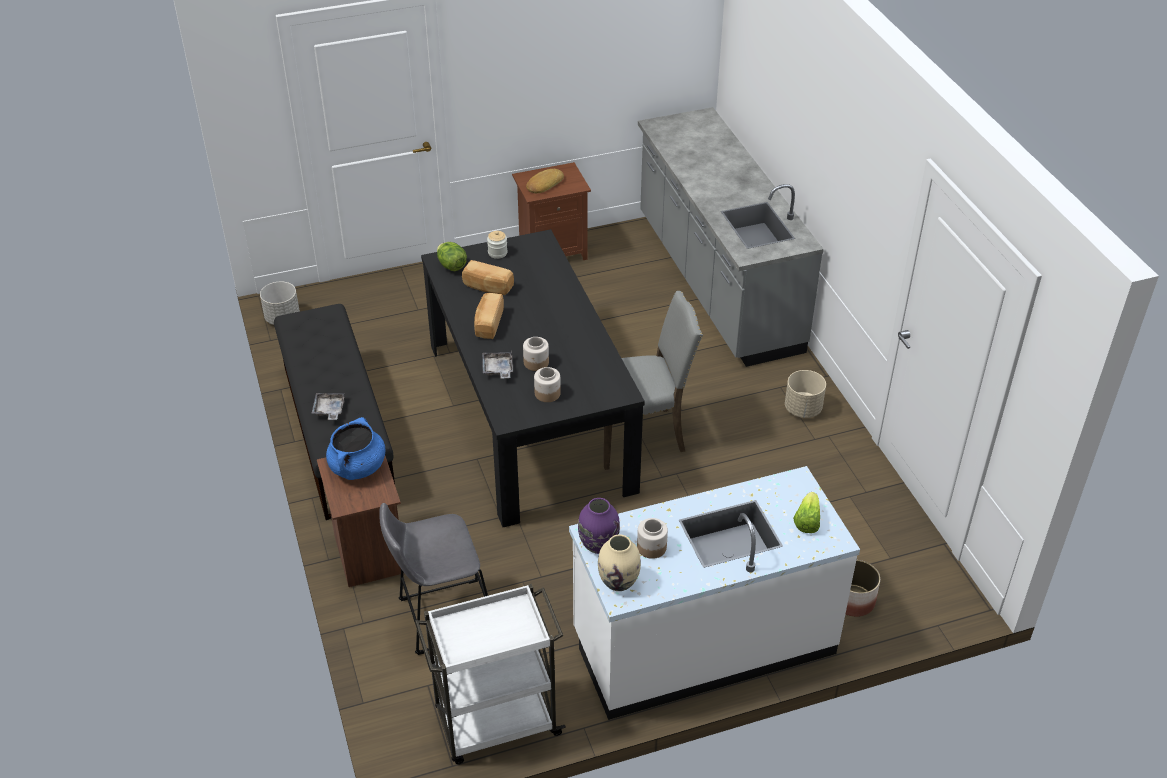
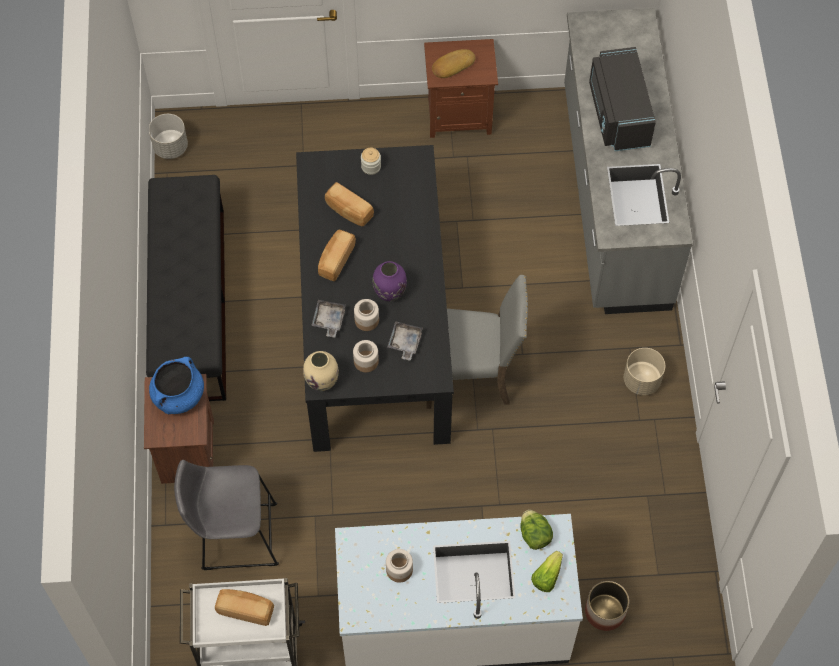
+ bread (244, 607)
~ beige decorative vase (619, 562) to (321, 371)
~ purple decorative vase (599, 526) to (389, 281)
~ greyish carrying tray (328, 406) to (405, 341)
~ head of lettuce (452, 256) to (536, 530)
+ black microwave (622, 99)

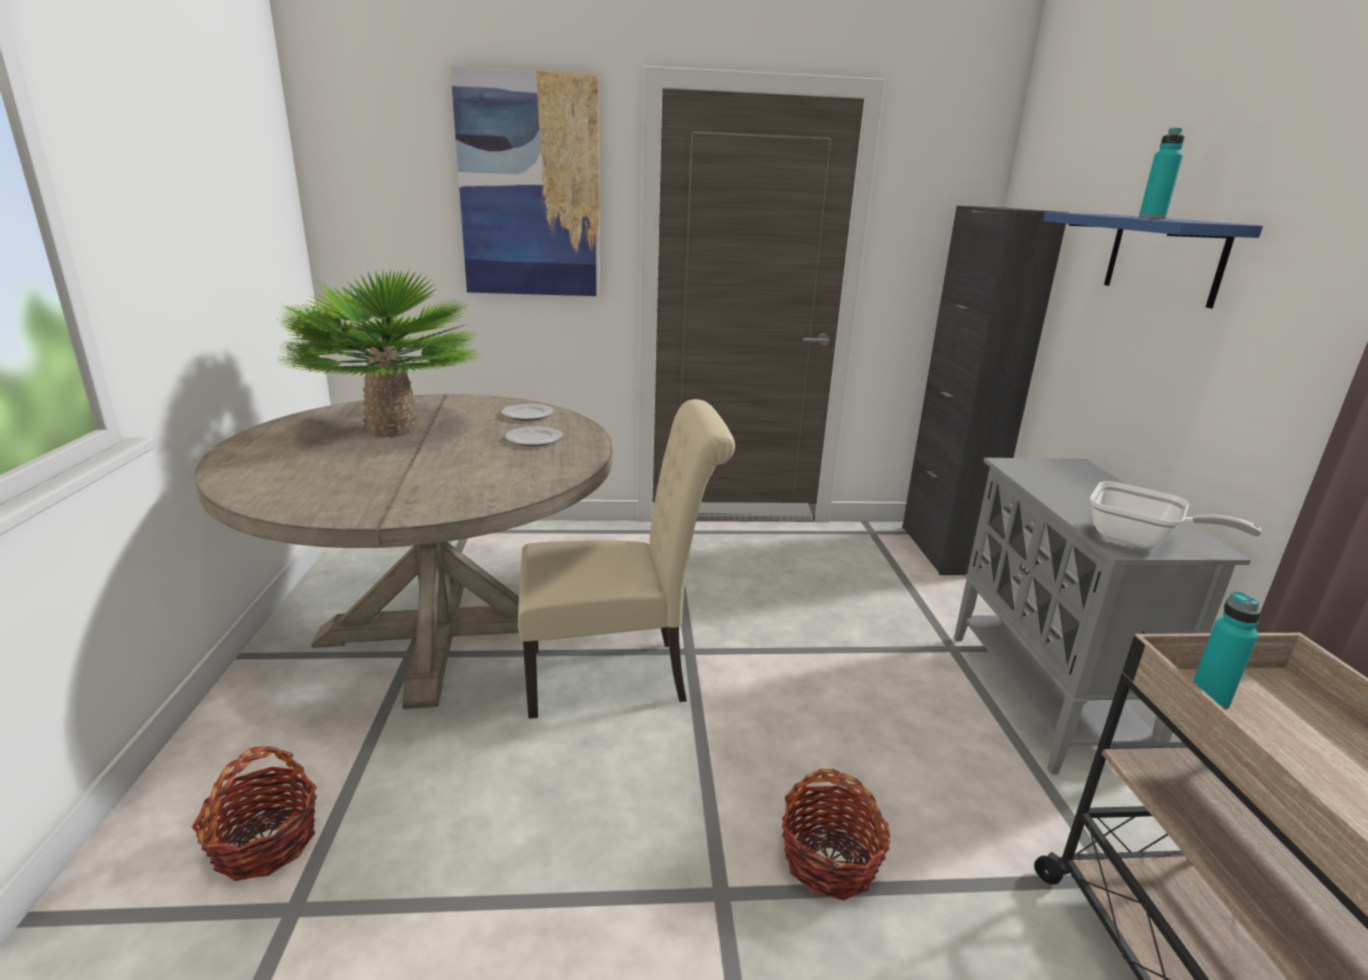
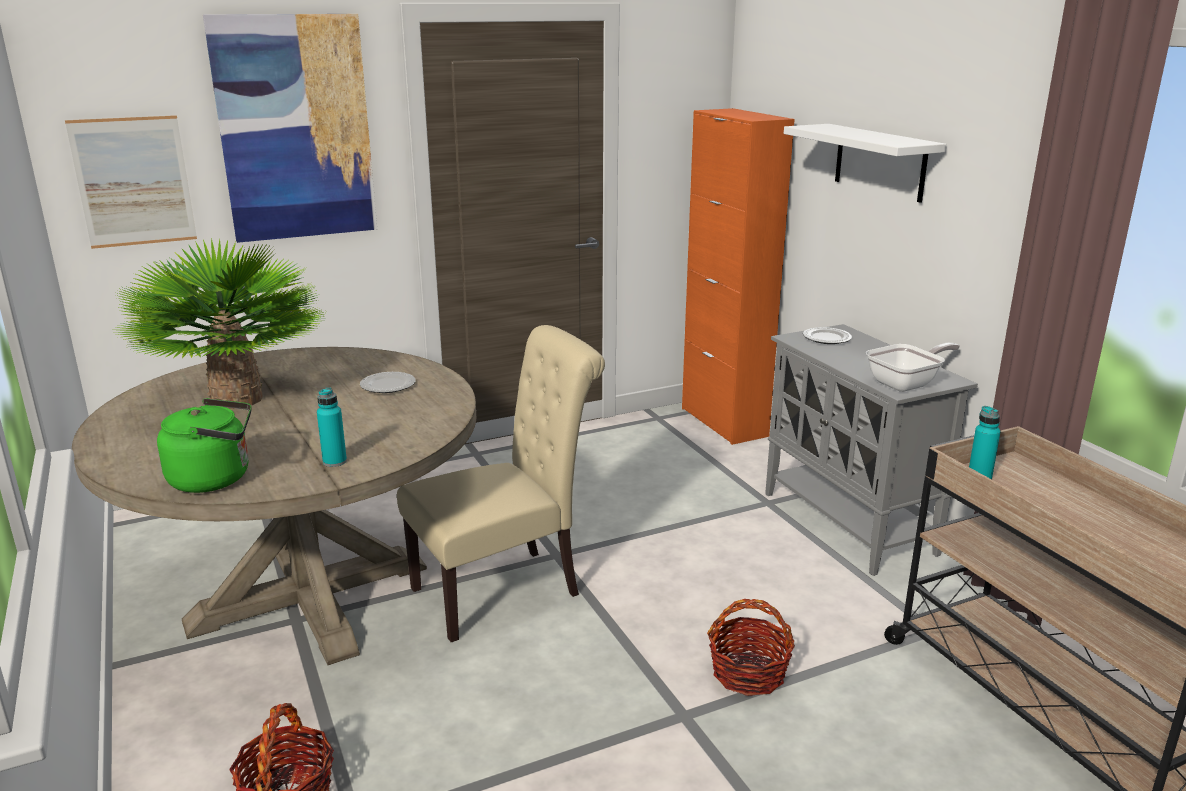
+ wall art (131, 182)
+ green water kettle (204, 445)
~ turquoise-coloured drink bottle (1162, 173) to (332, 427)
~ black cupboard (985, 390) to orange cupboard (738, 276)
~ bluish shelf (1153, 260) to whitish shelf (865, 163)
~ dinner plate (527, 412) to (827, 335)
~ skillet (1176, 515) = (913, 367) 45 degrees counterclockwise

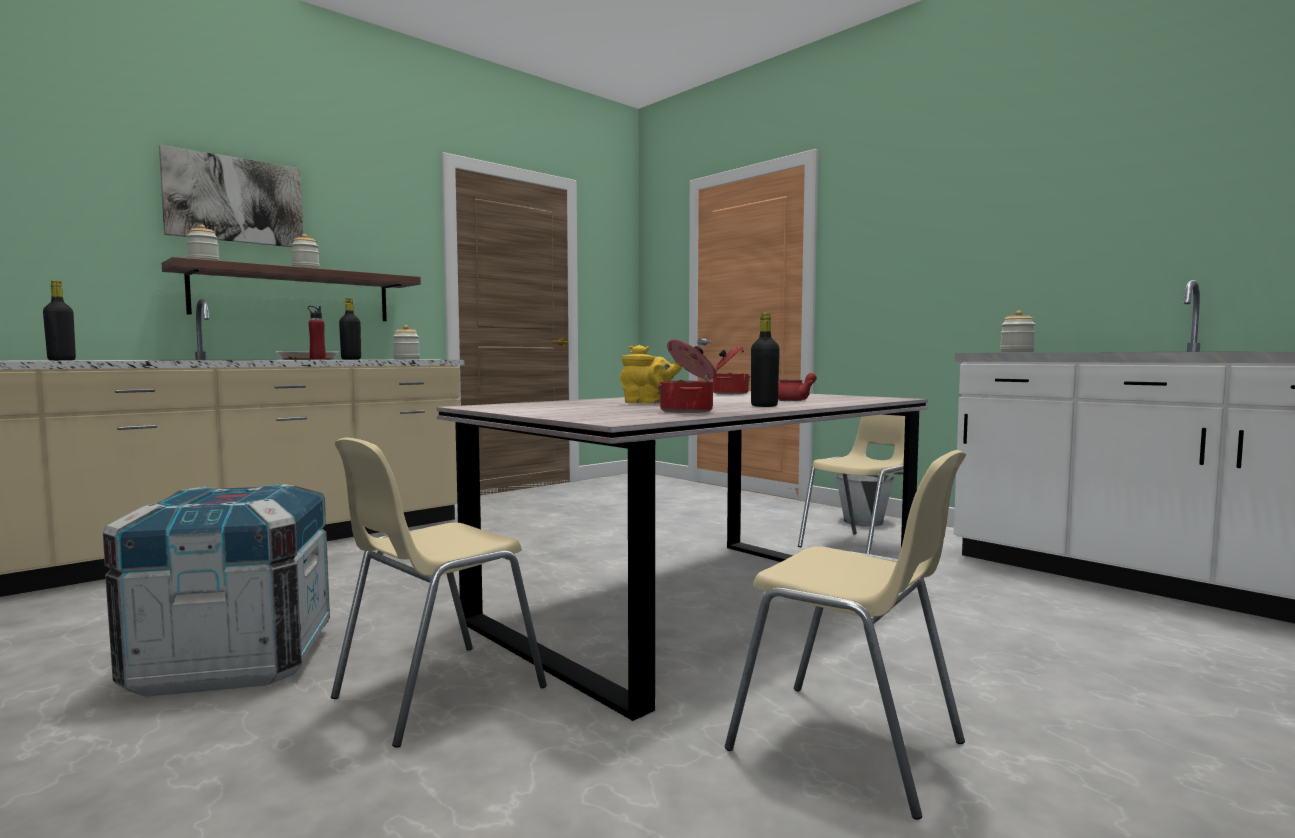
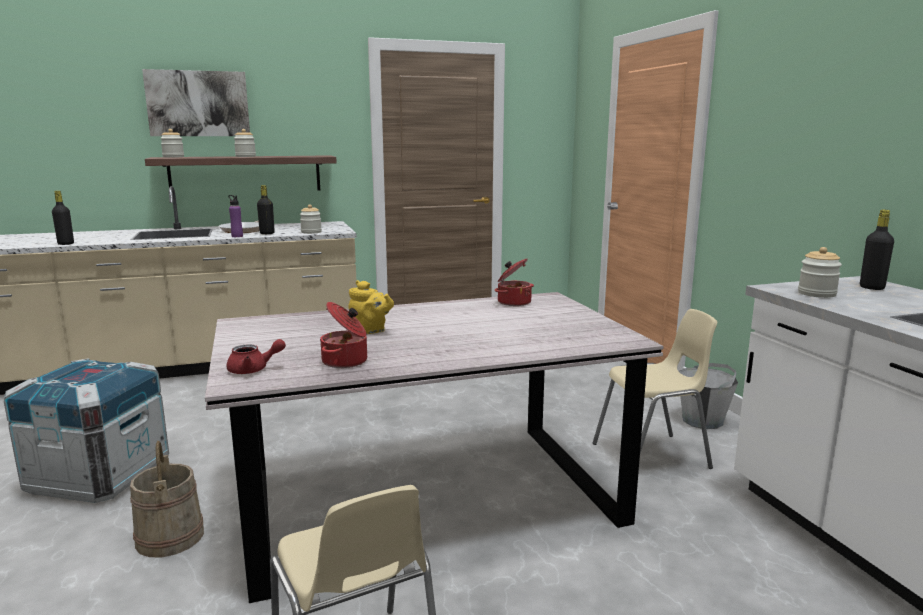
~ beige chair (439, 593) to beige water bucket (167, 499)
~ reddish pot for tea (797, 387) to (256, 356)
~ reddish drink bottle (317, 333) to purple drink bottle (235, 216)
~ black drink bottle (765, 359) to (877, 250)

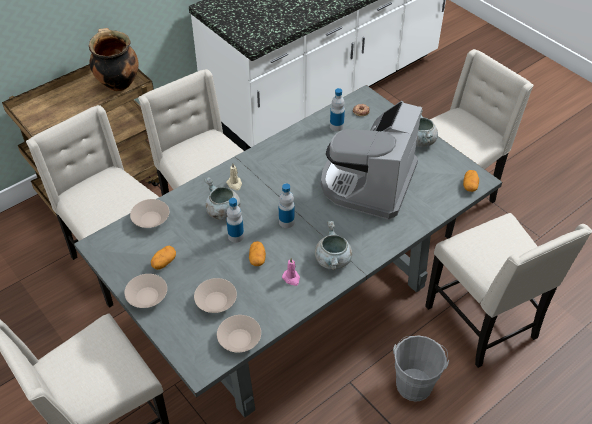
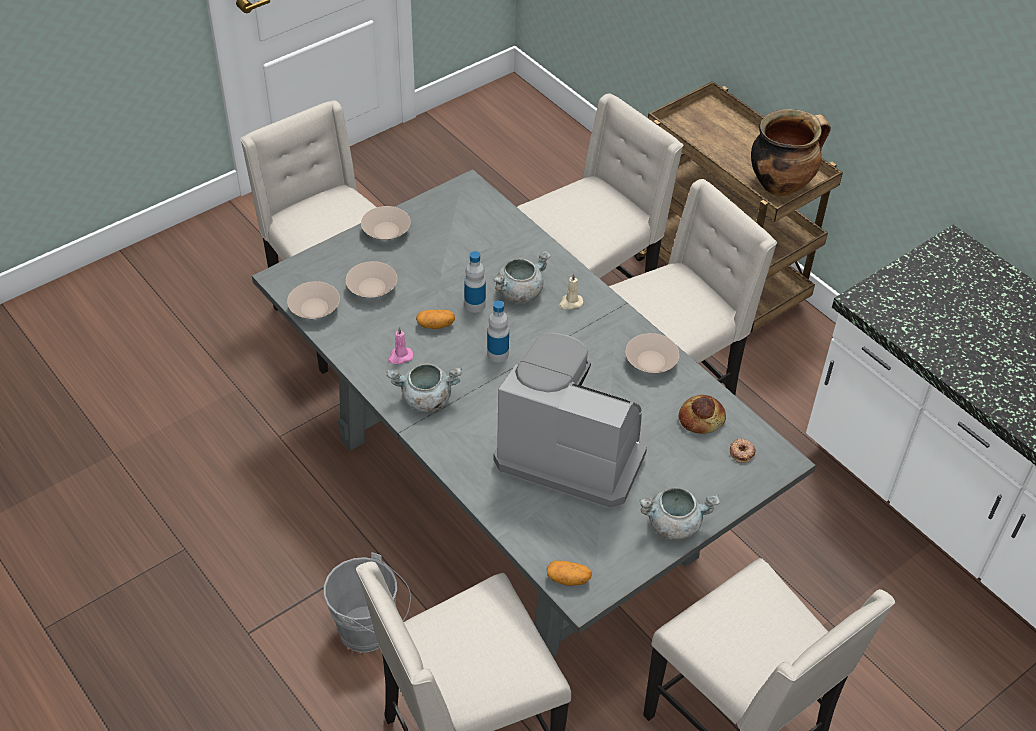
~ beige serving bowl (149, 213) to (652, 353)
~ drink bottle (337, 109) to bread (702, 414)
- whole potato (163, 257)

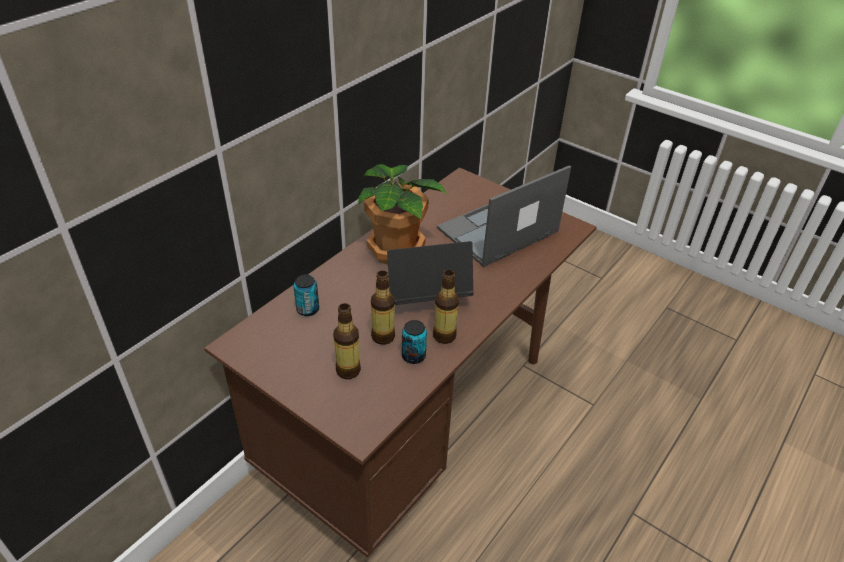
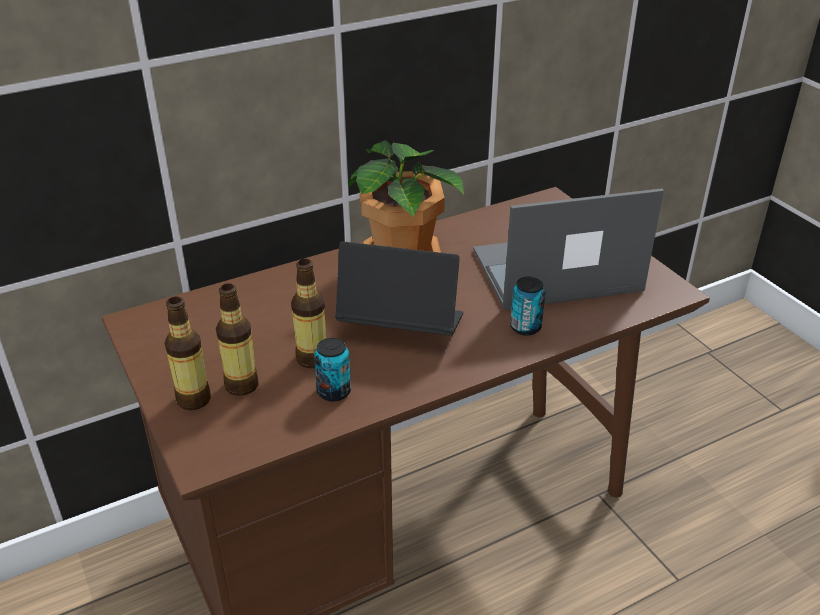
~ drink bottle (446, 307) to (188, 353)
~ sealed can (306, 295) to (527, 306)

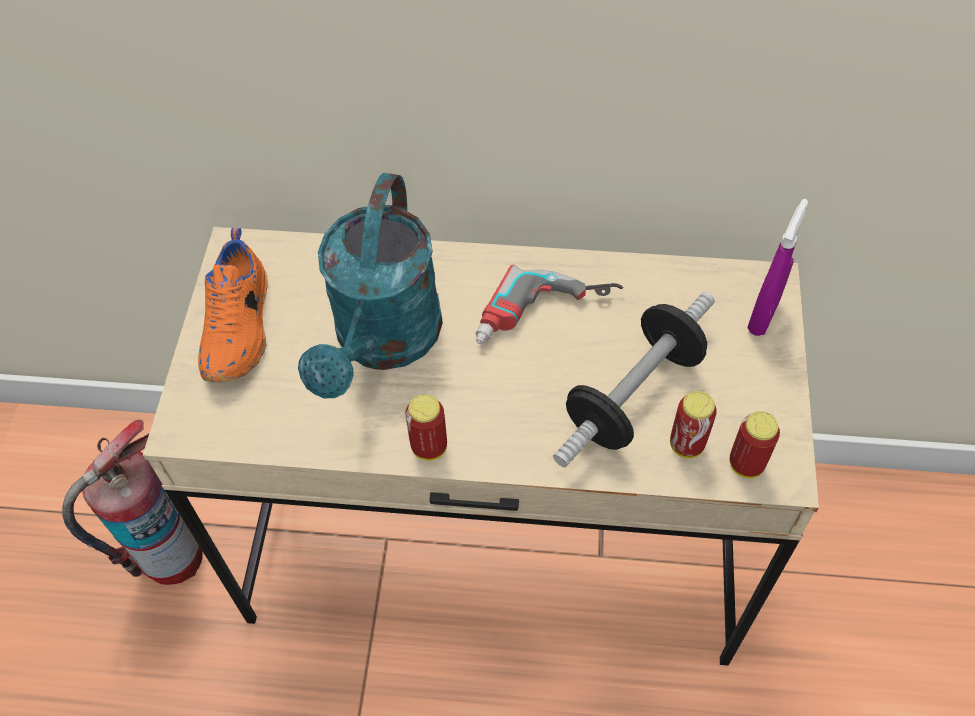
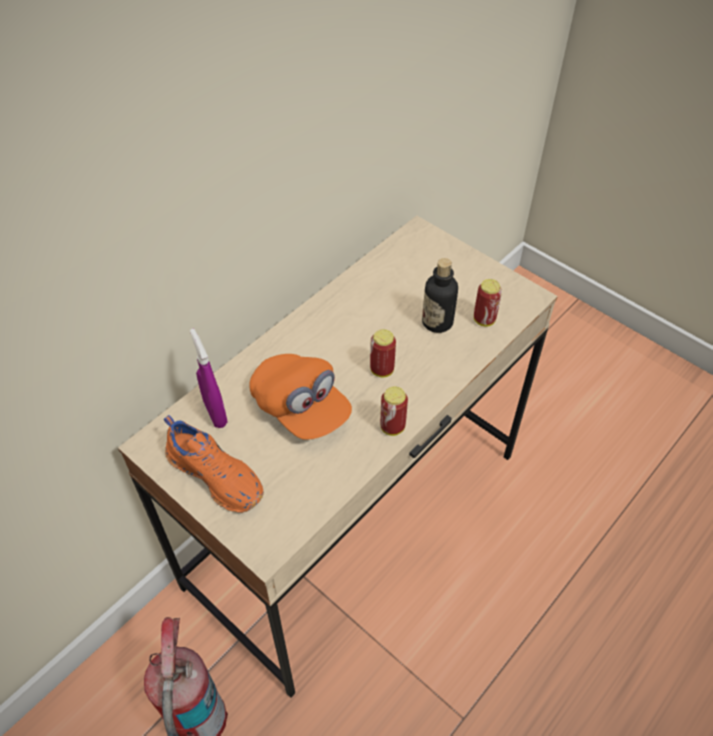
~ purple spray bottle (778, 267) to (209, 378)
~ turquoise-coloured sprinkling can (370, 285) to orange peaked cap (300, 396)
~ sealed can (754, 444) to (383, 353)
~ dumbbell (634, 379) to drink bottle (440, 295)
- electric drill (550, 304)

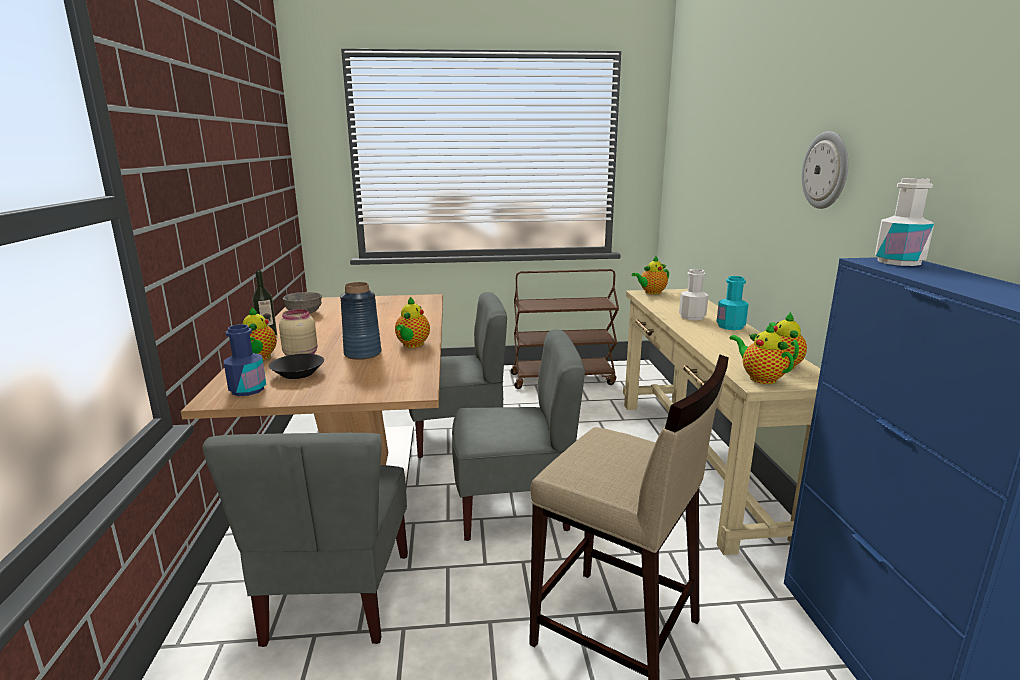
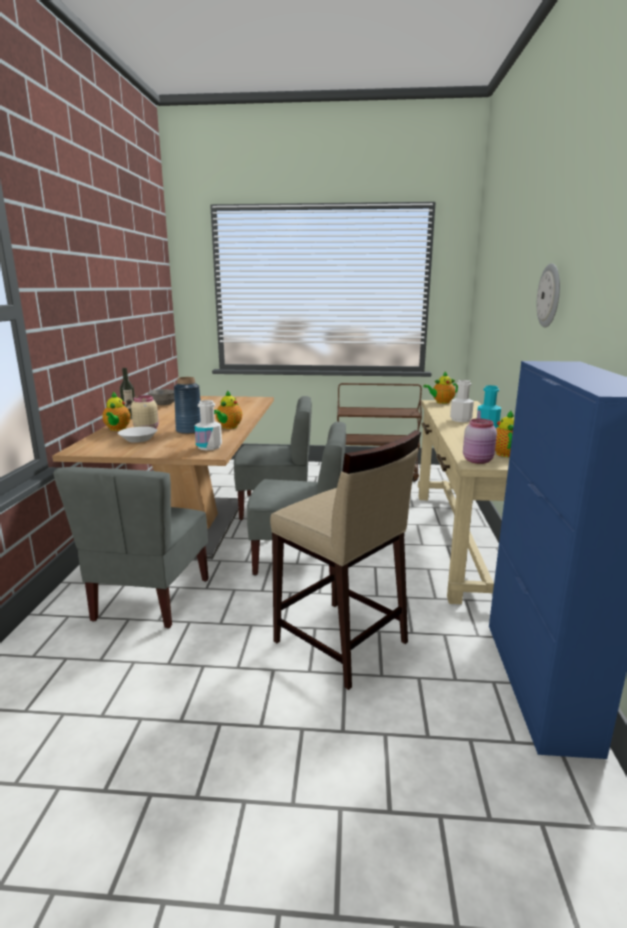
~ black serving bowl (296, 366) to whitish serving bowl (137, 435)
~ whitish drink bottle (904, 222) to (208, 425)
~ pot for tea (761, 353) to pinkish preserve jar (480, 441)
- bluish drink bottle (245, 360)

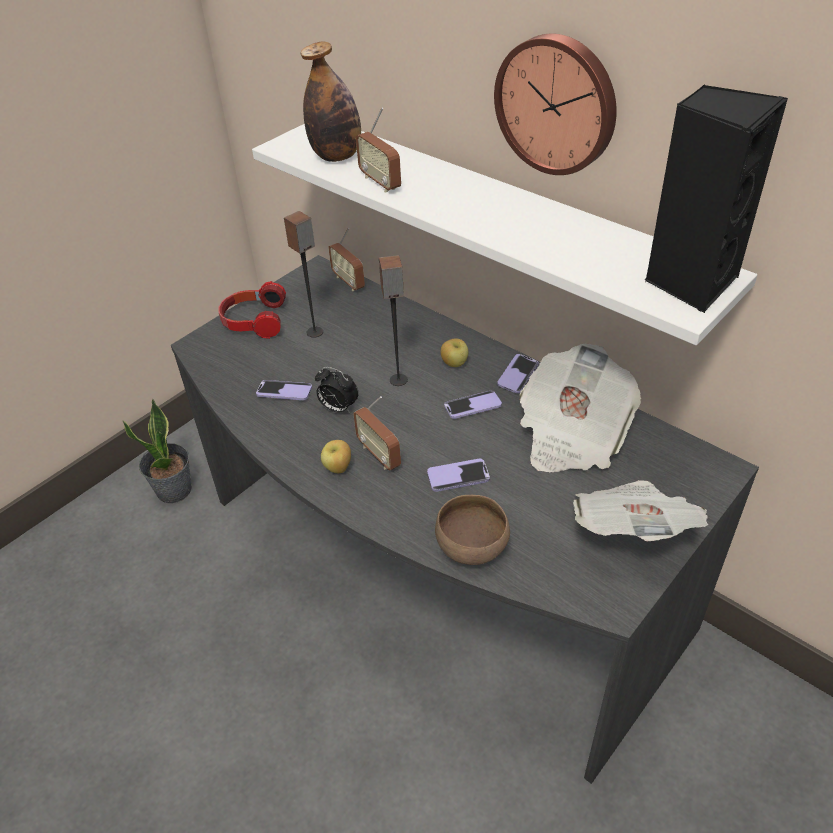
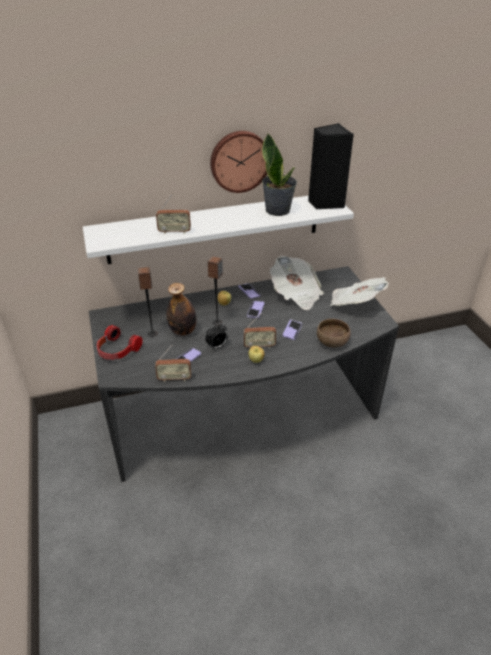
~ radio (347, 259) to (173, 363)
~ drink bottle (330, 102) to (181, 309)
~ plant in a pot (157, 451) to (279, 175)

